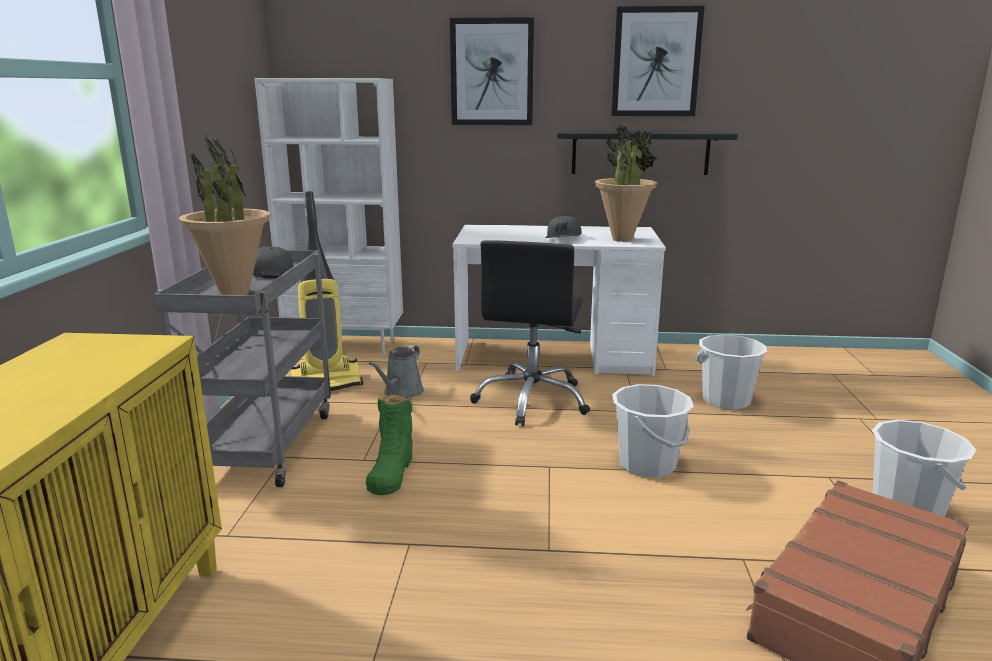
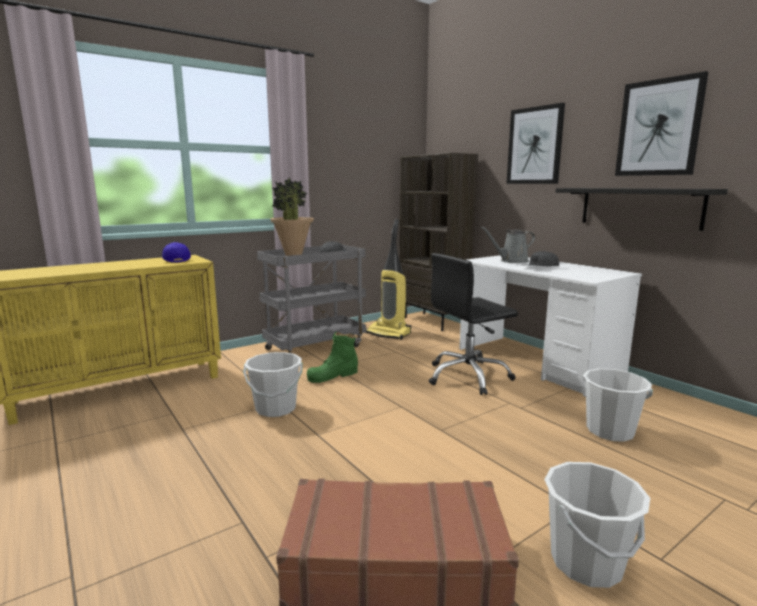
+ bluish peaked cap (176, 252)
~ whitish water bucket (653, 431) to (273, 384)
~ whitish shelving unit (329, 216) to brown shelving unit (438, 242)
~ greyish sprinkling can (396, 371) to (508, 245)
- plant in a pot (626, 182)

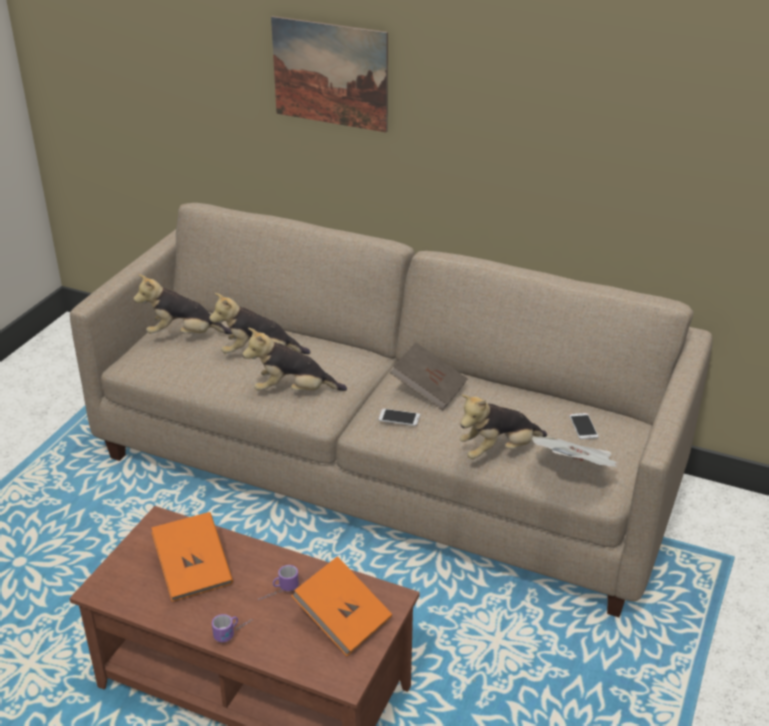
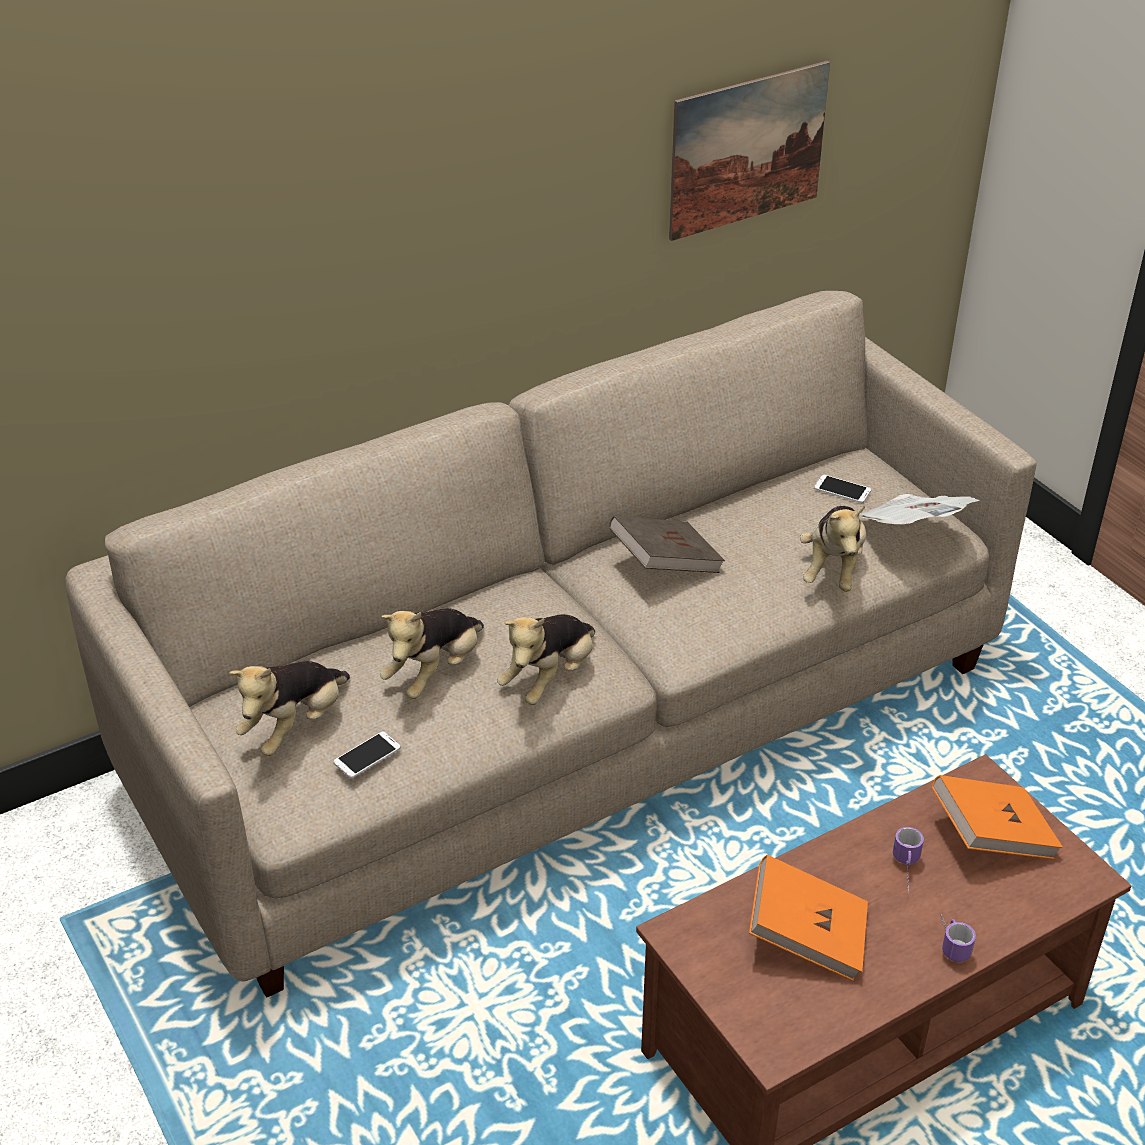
~ handset (399, 417) to (367, 755)
~ wall art (329, 74) to (749, 151)

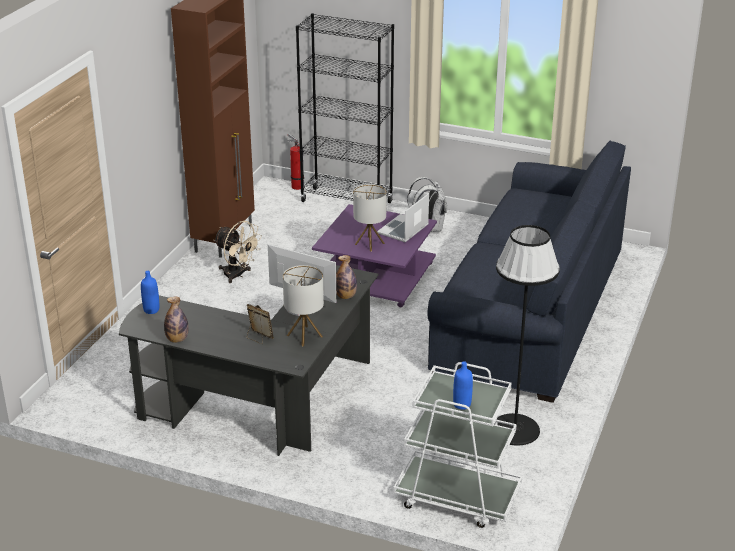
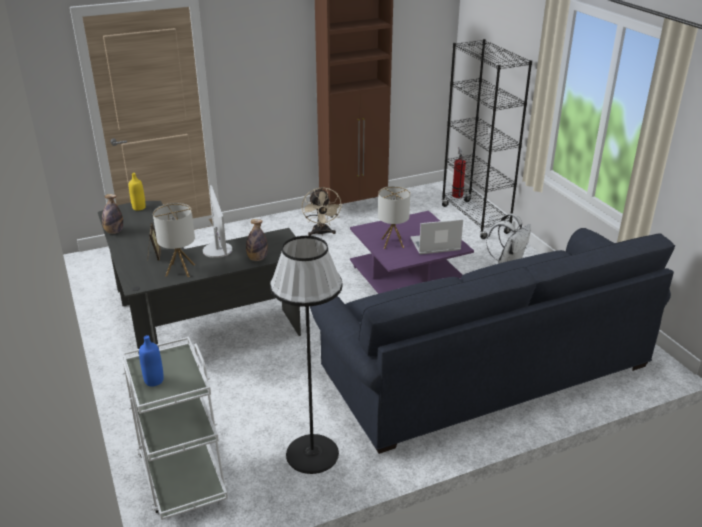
~ bluish drink bottle (150, 292) to yellowish drink bottle (137, 192)

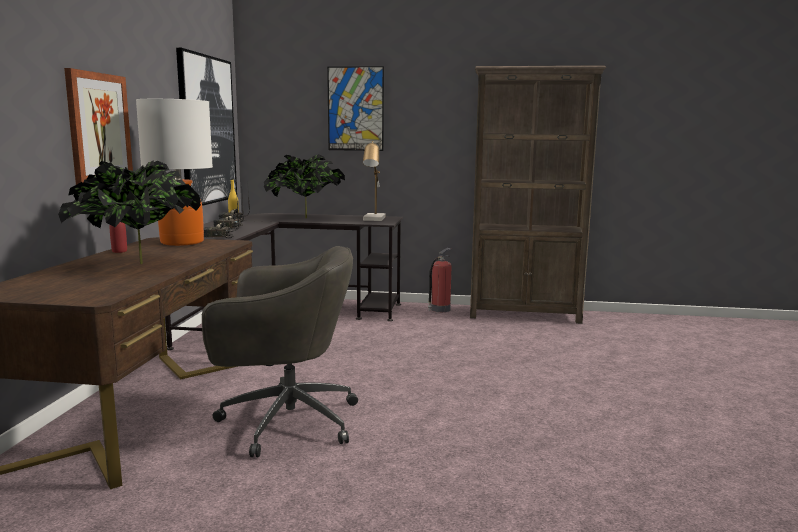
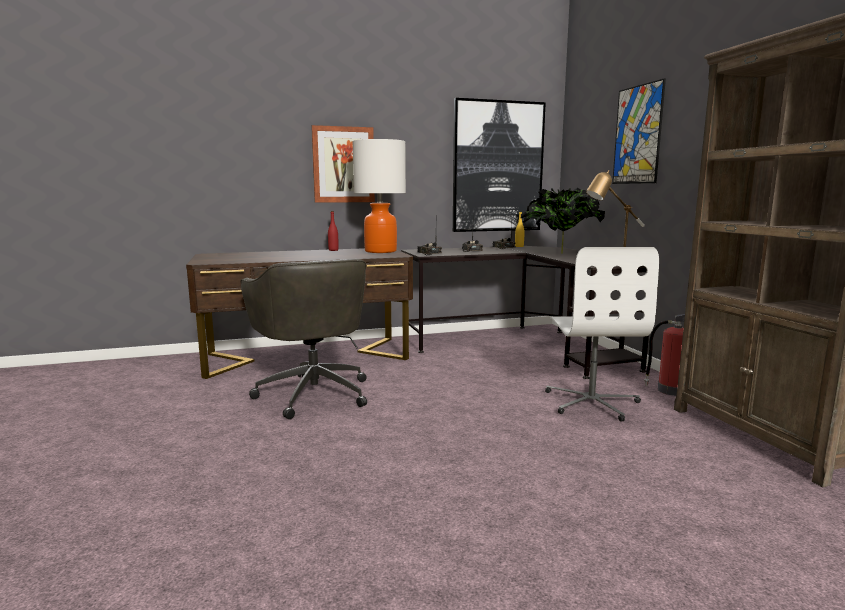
+ whitish computer chair (602, 334)
- plant in a pot (129, 212)

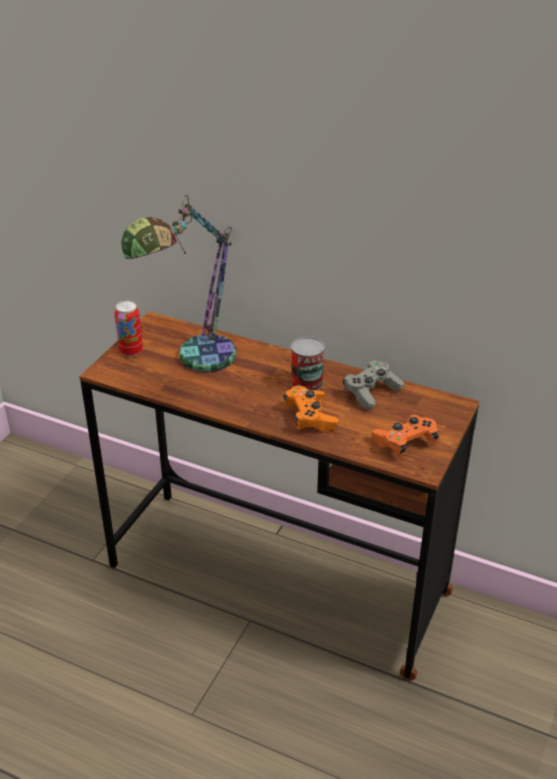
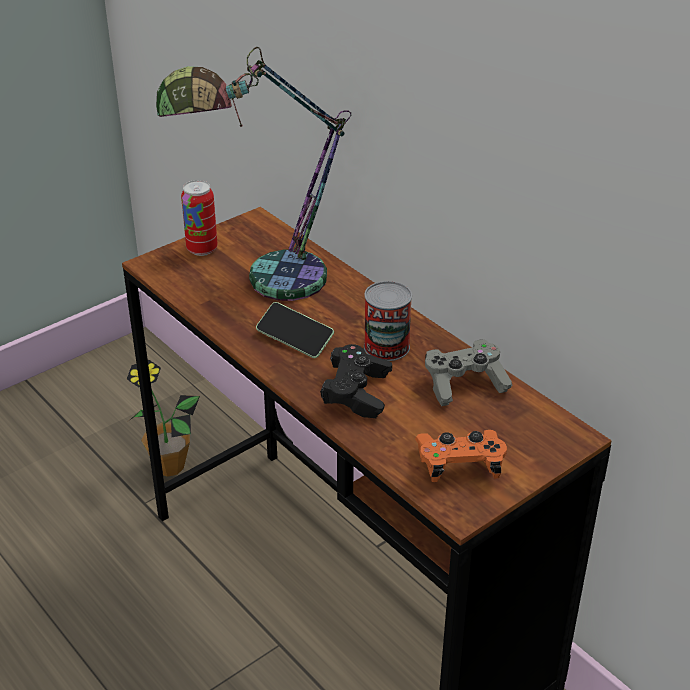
+ plant in a pot (163, 418)
+ handset (295, 330)
~ orange game controller (311, 409) to black game controller (356, 381)

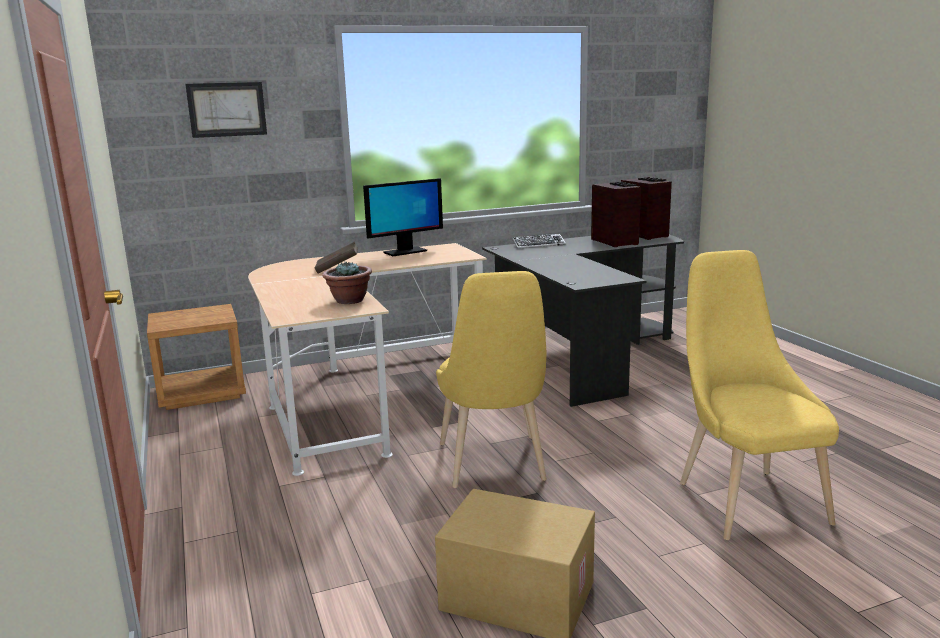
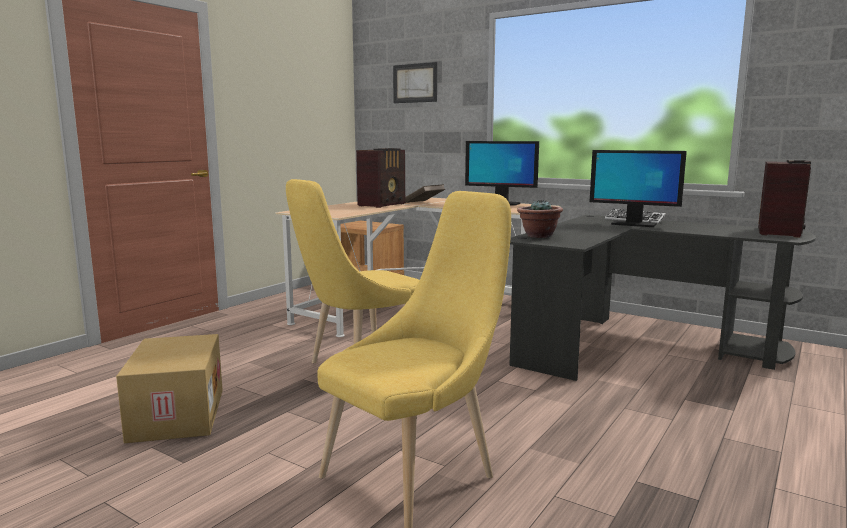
~ radio (616, 214) to (380, 178)
~ plant in a pot (347, 283) to (540, 218)
+ computer display (638, 188)

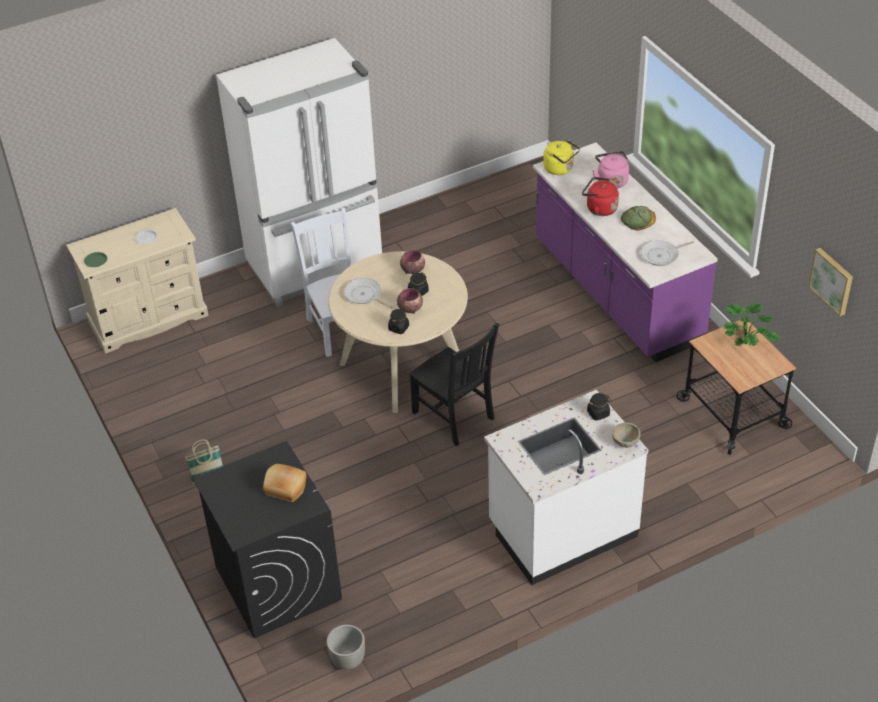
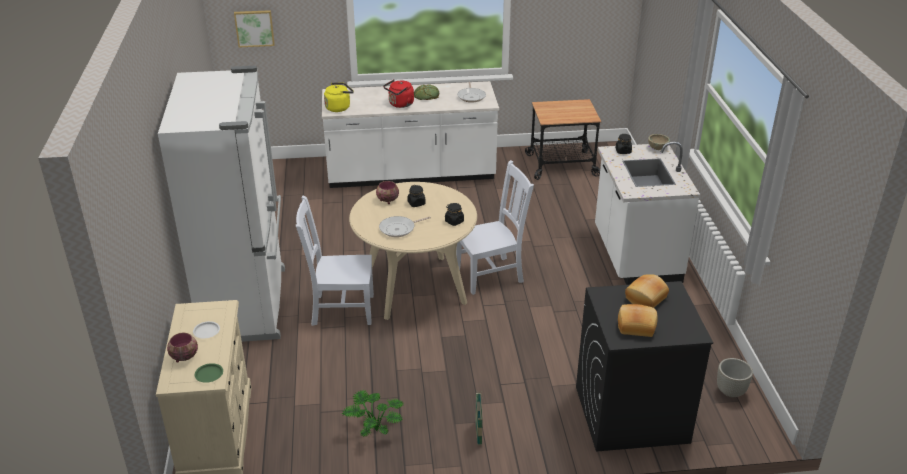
~ serving bowl (410, 301) to (182, 348)
~ wall art (830, 282) to (254, 28)
~ purple counter (625, 252) to whitish counter (410, 134)
~ plant in a pot (751, 324) to (372, 413)
~ black chair (454, 384) to whitish chair (495, 227)
+ bread (638, 320)
- pinkish water kettle (610, 170)

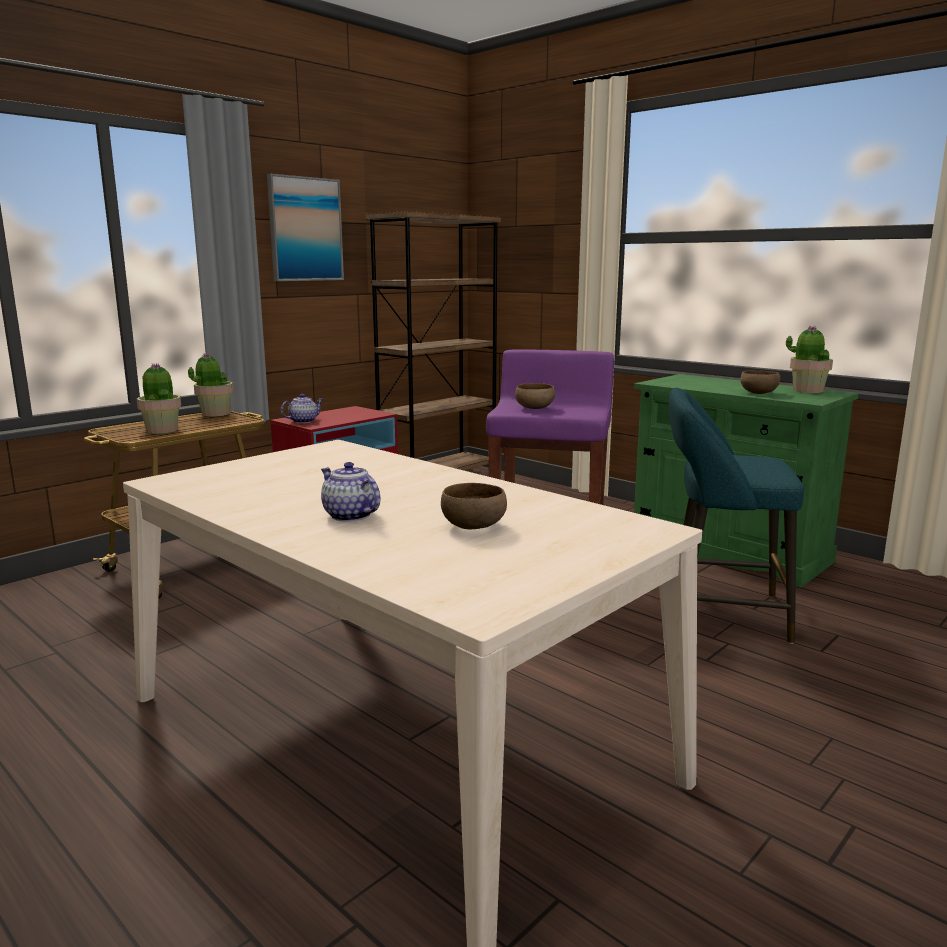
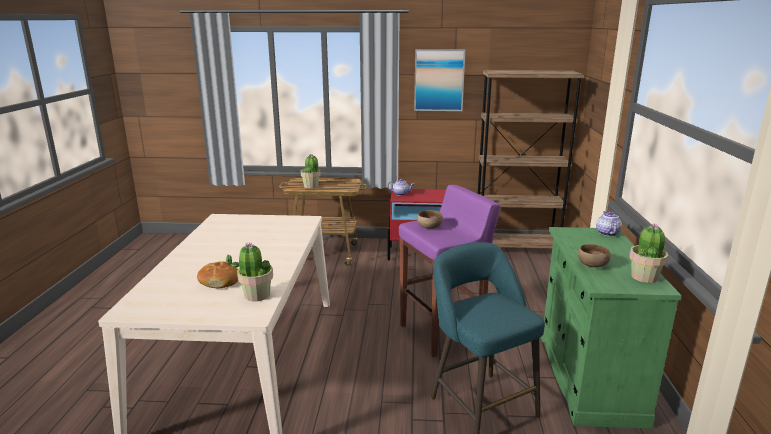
~ brown serving bowl (474, 506) to bread (217, 274)
~ plant in a pot (210, 385) to (249, 272)
~ pot for tea (350, 492) to (609, 223)

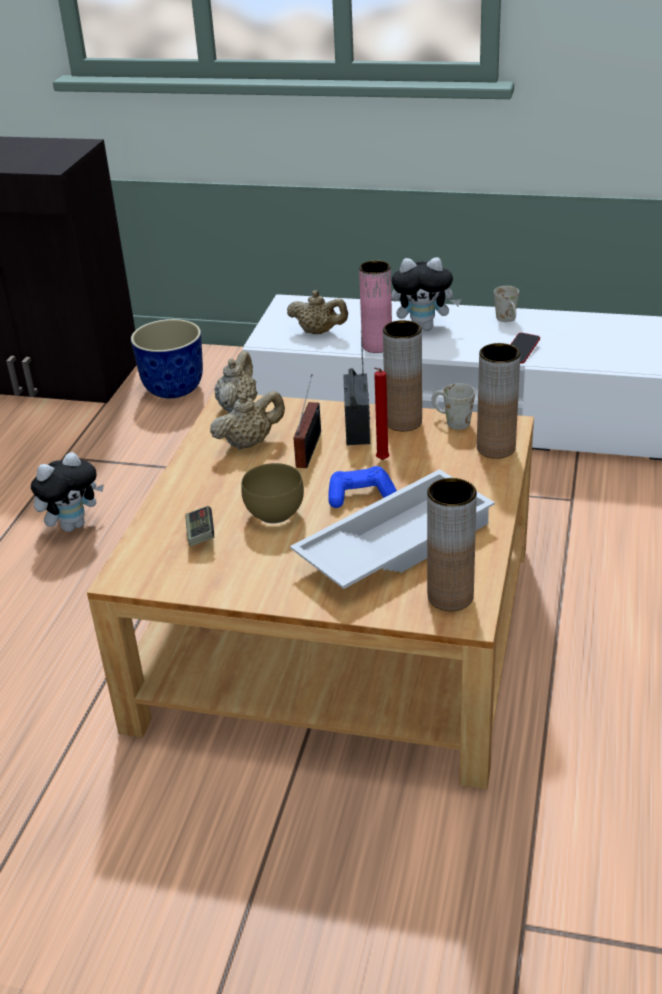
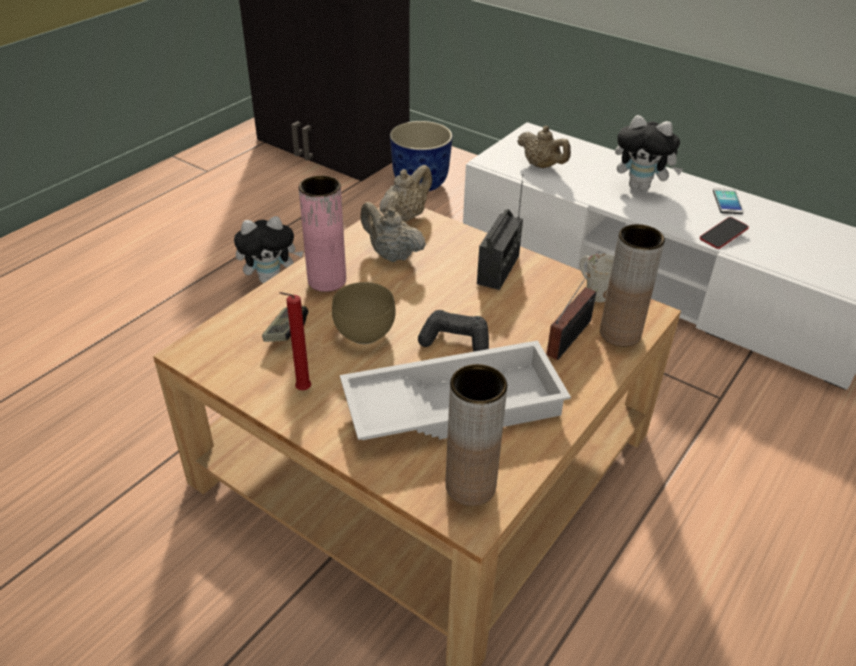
~ reddish candle (381, 414) to (295, 341)
~ pinkish decorative vase (375, 307) to (322, 233)
~ beige pot for tea (247, 420) = (393, 232) 135 degrees counterclockwise
~ bluish game controller (362, 487) to black game controller (453, 331)
~ radio (307, 421) to (571, 309)
~ whitish coffee mug (506, 304) to handset (728, 201)
- brown decorative vase (402, 375)

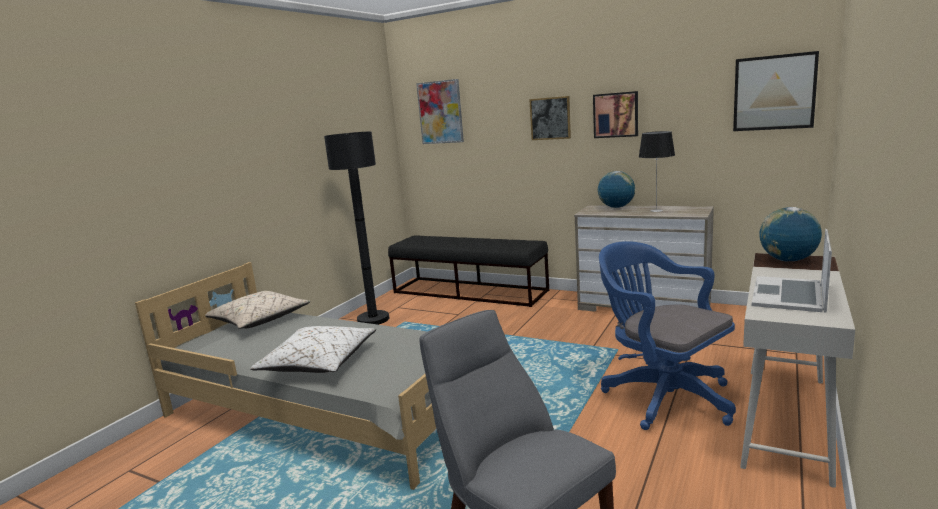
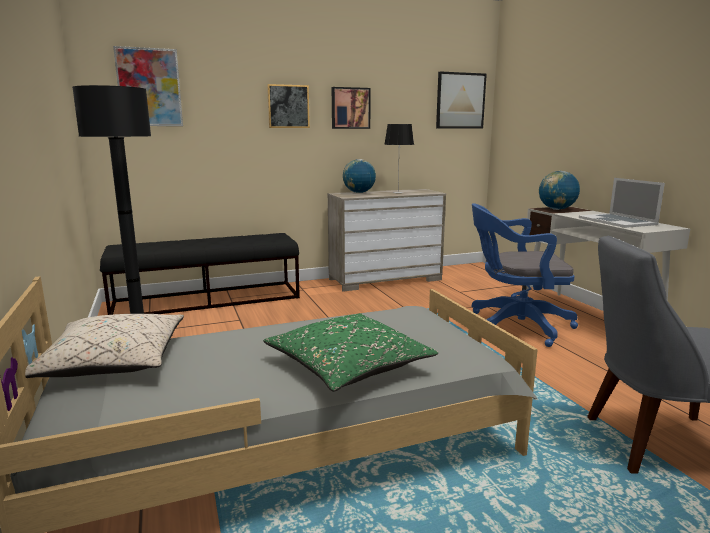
~ whitish throw pillow (313, 349) to green throw pillow (350, 352)

